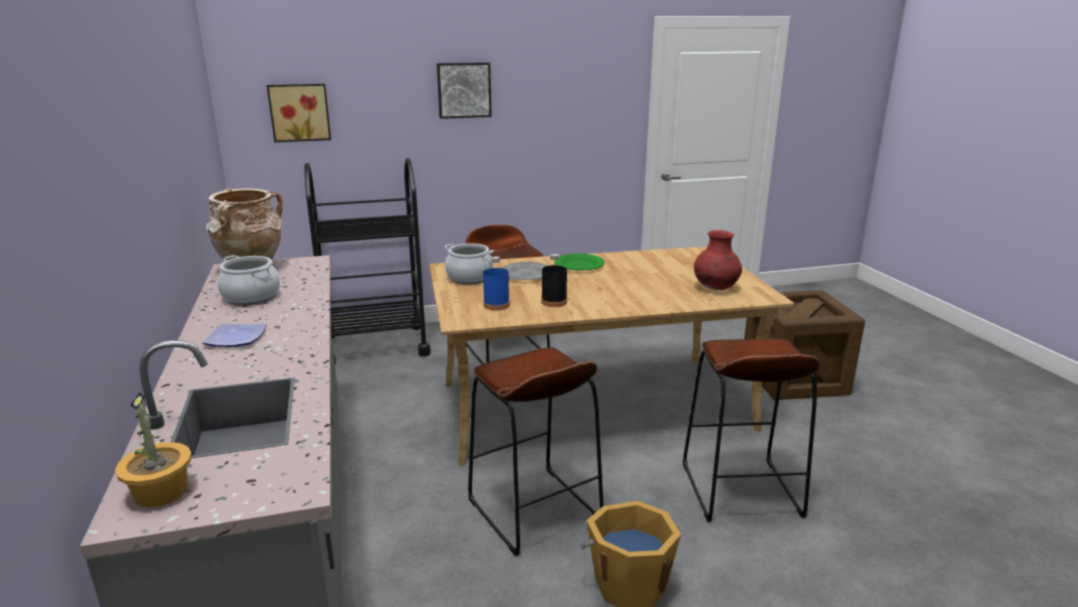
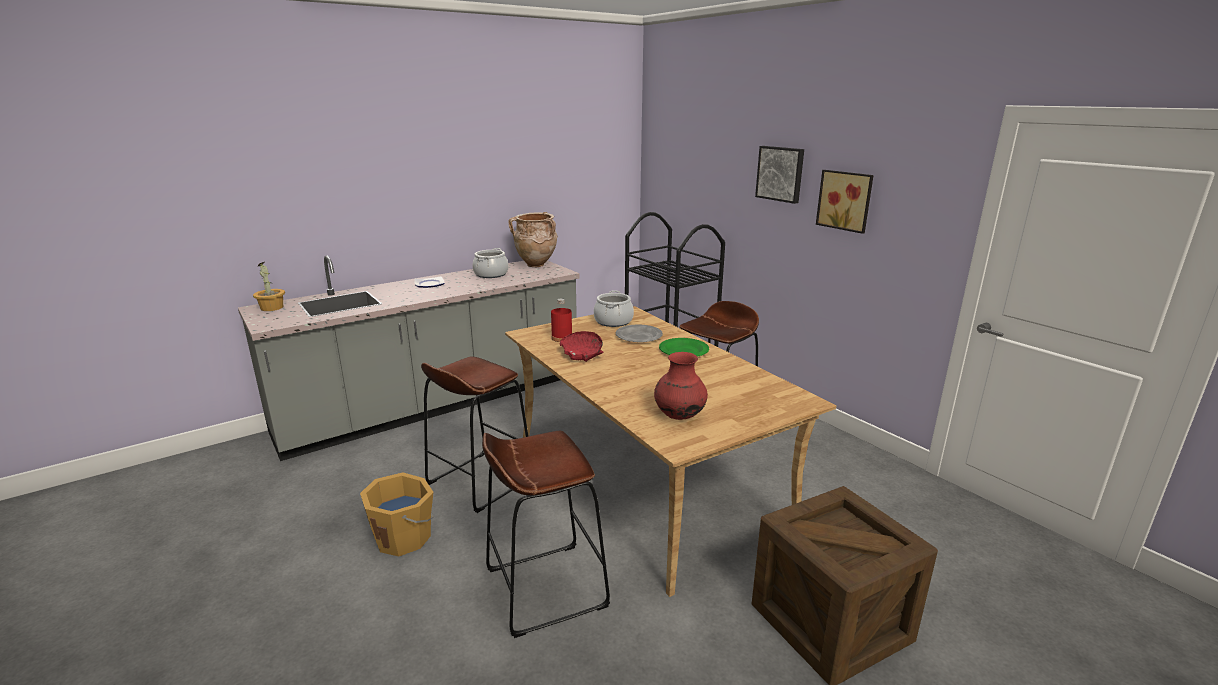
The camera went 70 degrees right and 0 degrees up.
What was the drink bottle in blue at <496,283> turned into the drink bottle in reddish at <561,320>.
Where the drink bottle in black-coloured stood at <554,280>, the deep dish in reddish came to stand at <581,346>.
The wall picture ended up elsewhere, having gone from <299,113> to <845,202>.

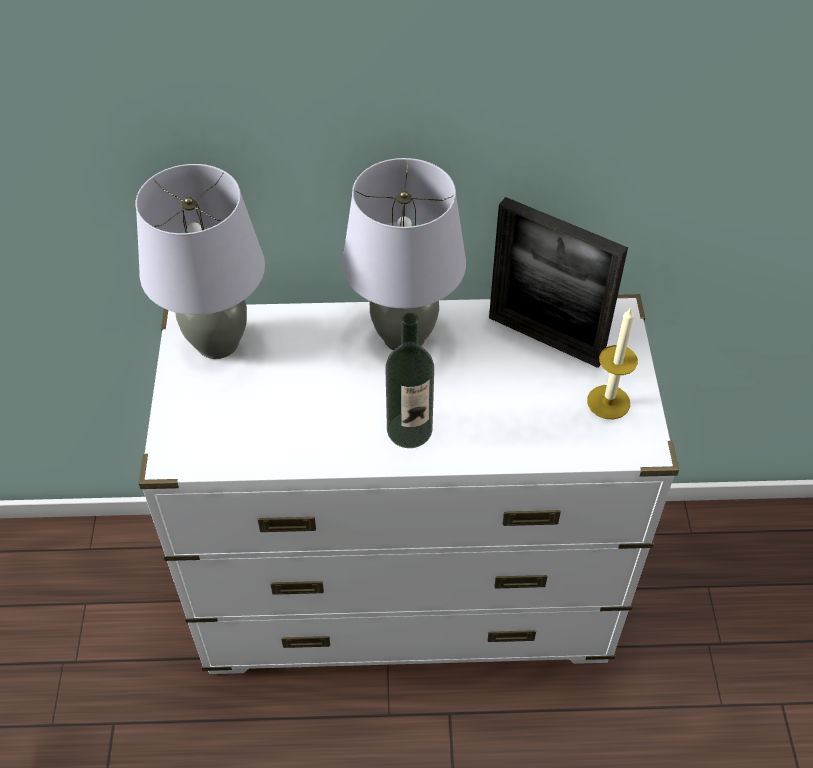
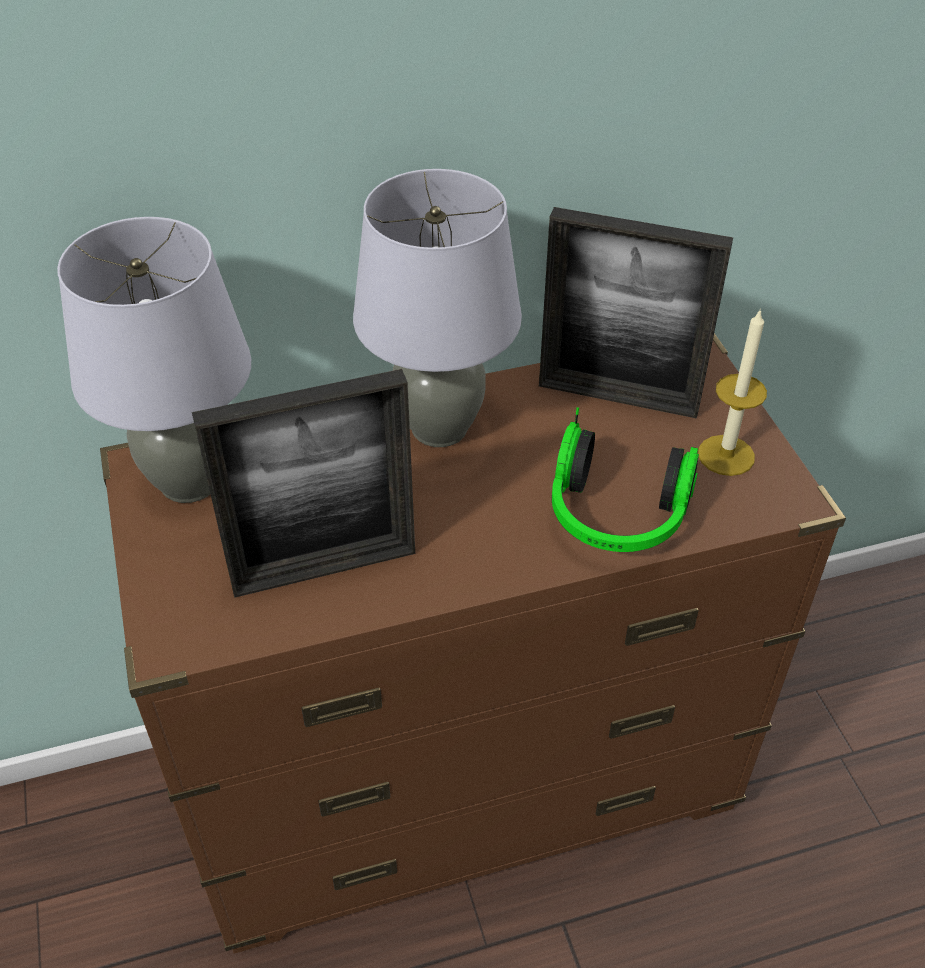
The camera went 15 degrees left and 5 degrees down.
What was the drawer chest in white-coloured at <409,484> turned into the drawer chest in brown at <473,643>.
The second view gained the standing frame at <303,483>.
The second view gained the pair of headphones at <625,479>.
The second view lost the drink bottle at <409,380>.

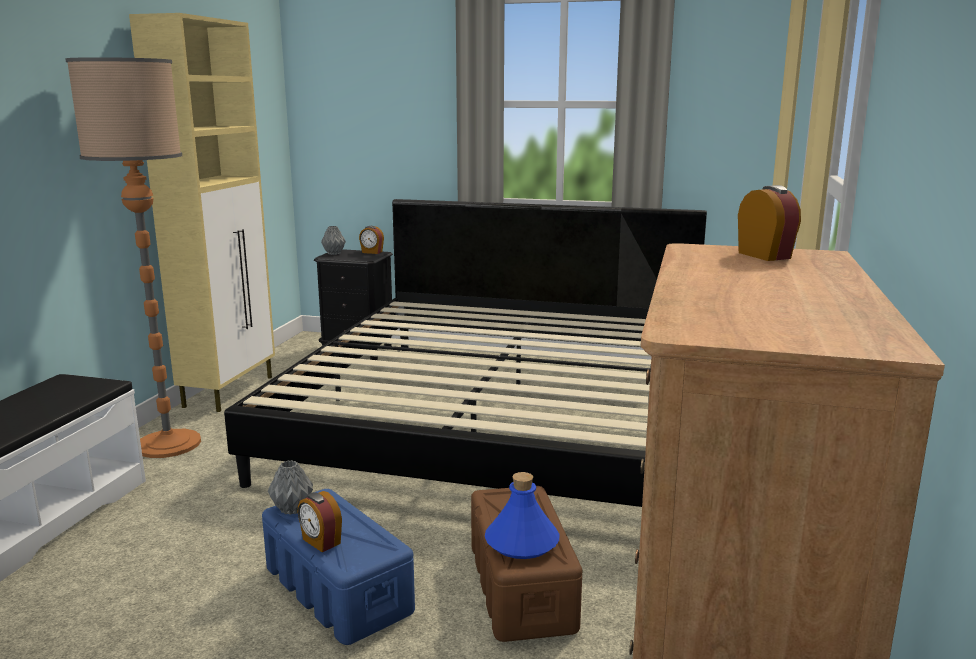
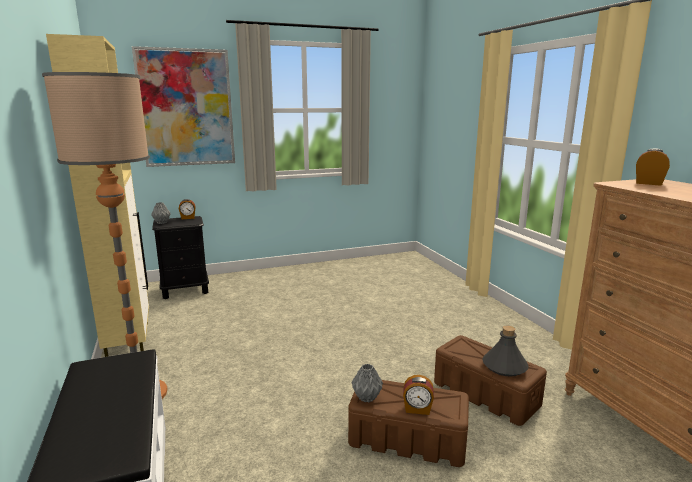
The camera went 35 degrees left and 0 degrees up.
The second view gained the wall picture at <183,106>.
What was the storage box in blue at <338,567> turned into the storage box in brown at <408,423>.
What was the drink bottle in blue at <522,515> turned into the drink bottle in greyish at <505,351>.
The second view lost the bedroom bed at <465,353>.

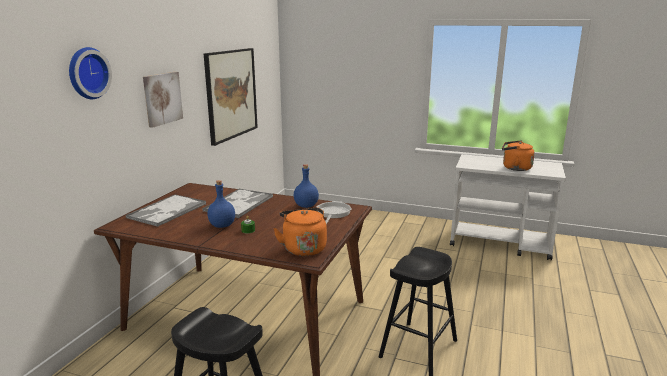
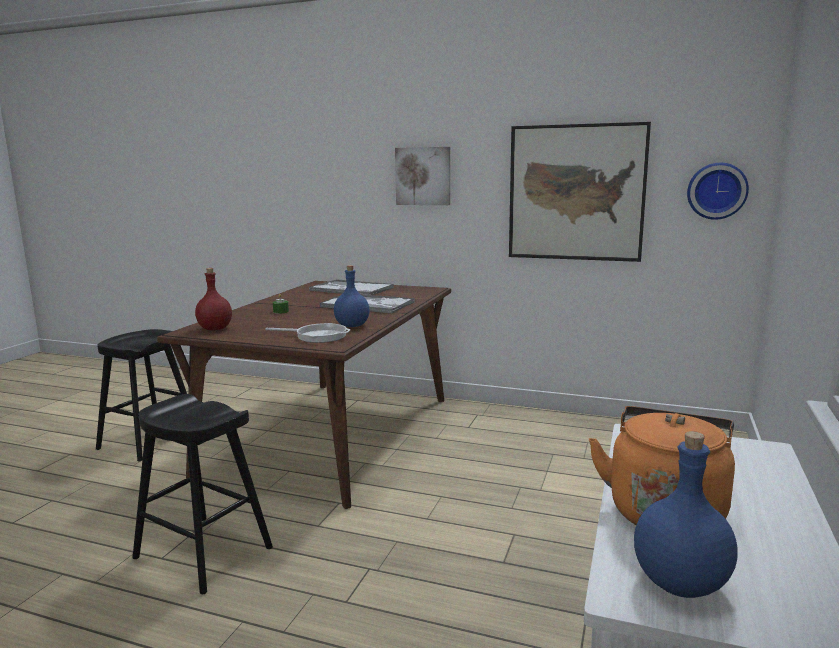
The camera went 90 degrees right and 5 degrees down.
Where the tea kettle in orangey stood at <300,232>, the drink bottle in reddish came to stand at <213,299>.
The drink bottle in blue ended up elsewhere, having gone from <221,204> to <686,514>.
The wall clock ended up elsewhere, having gone from <90,73> to <718,191>.

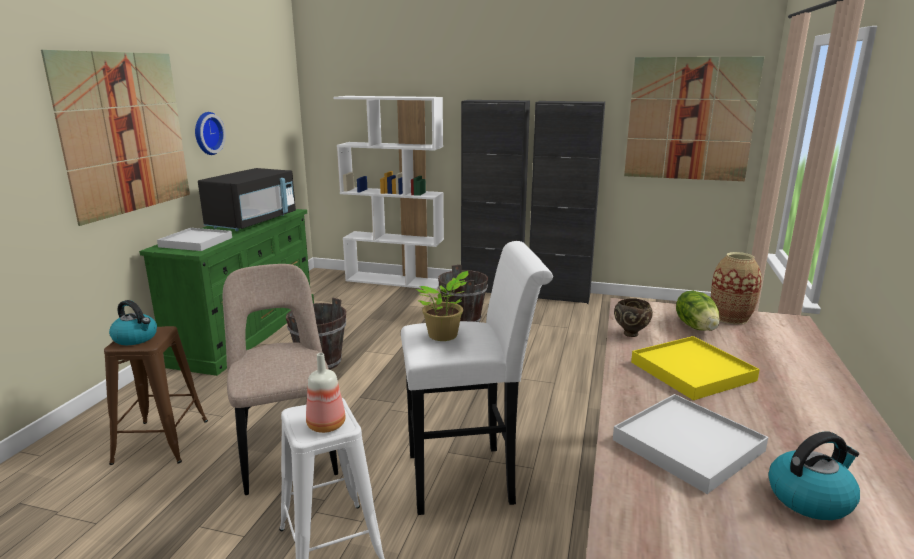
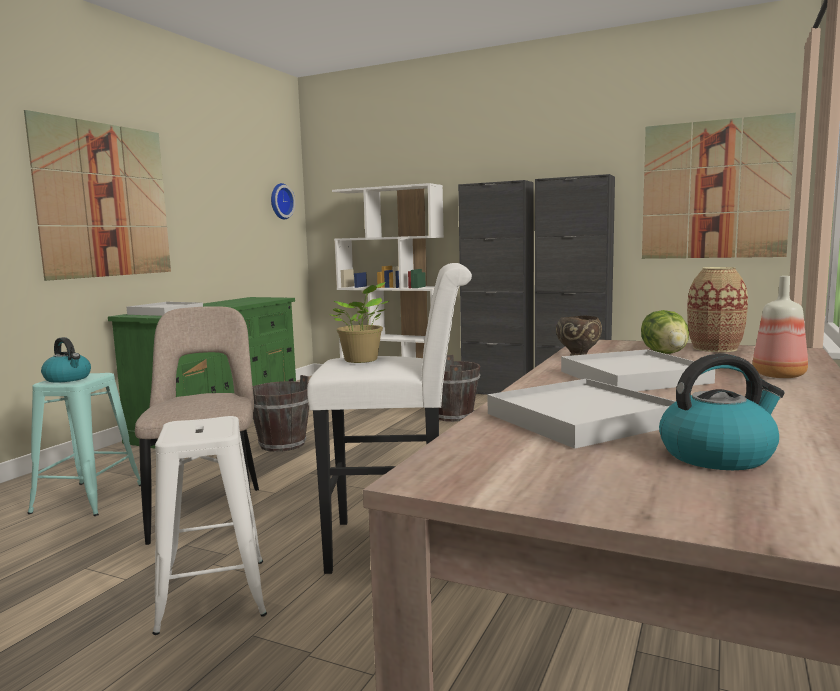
The camera went 10 degrees right and 10 degrees down.
What was the stool in brown at <156,395> turned into the stool in turquoise-coloured at <84,444>.
The wall clock ended up elsewhere, having gone from <210,133> to <283,201>.
What was the tray in yellow at <695,368> turned into the tray in white-coloured at <638,370>.
The drink bottle ended up elsewhere, having gone from <326,393> to <780,327>.
The second view lost the kitchen microwave in black-coloured at <247,199>.

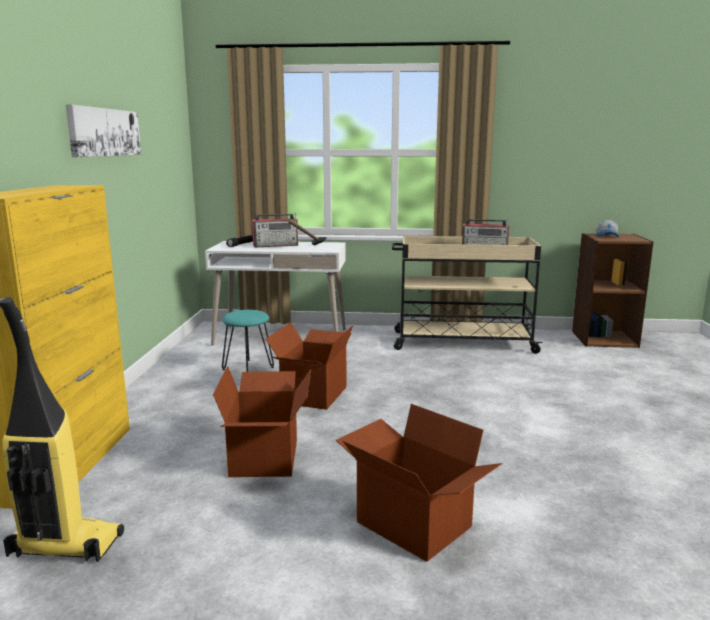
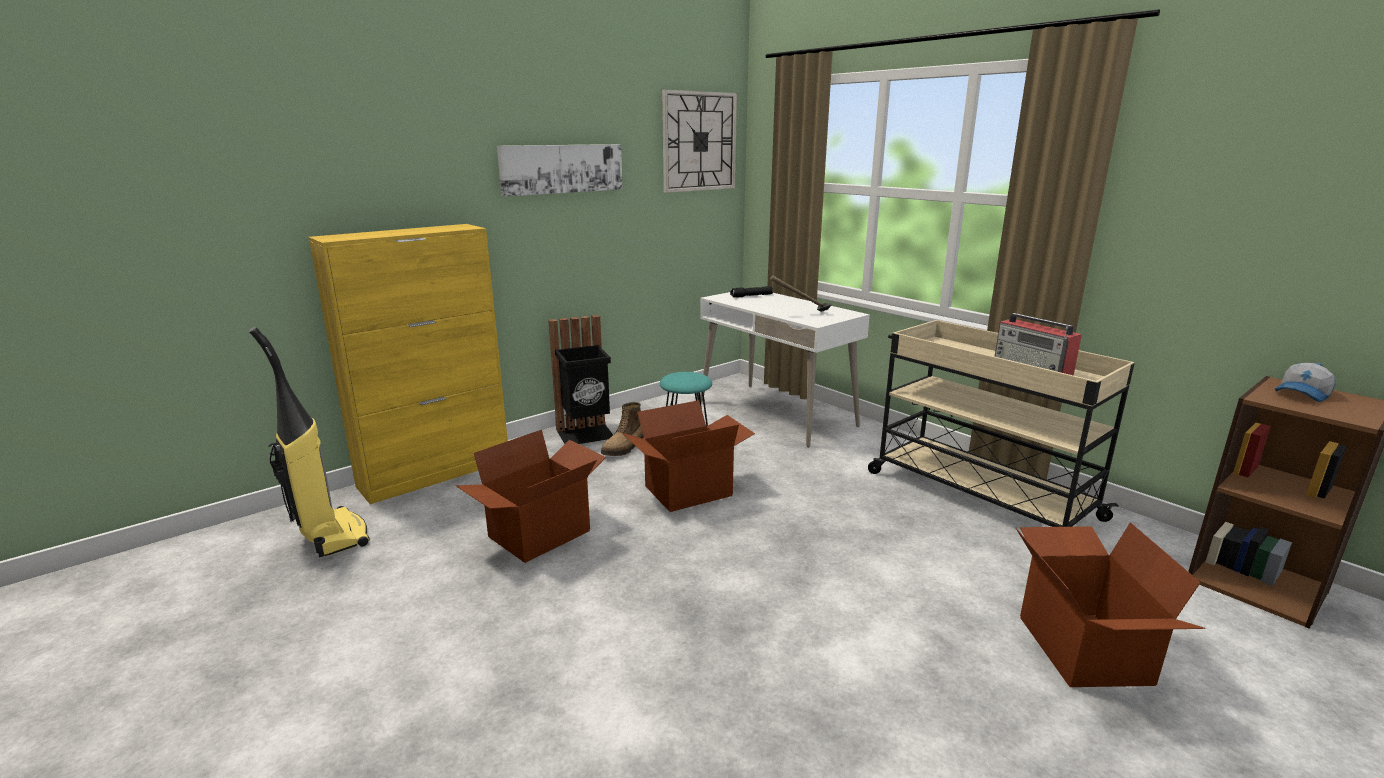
The camera went 45 degrees right and 5 degrees up.
The second view gained the rubbish bin in black-coloured at <580,379>.
The second view gained the tall boot at <622,429>.
The second view gained the wall clock at <699,141>.
The carton ended up elsewhere, having gone from <419,483> to <1111,604>.
The second view lost the radio receiver at <275,230>.

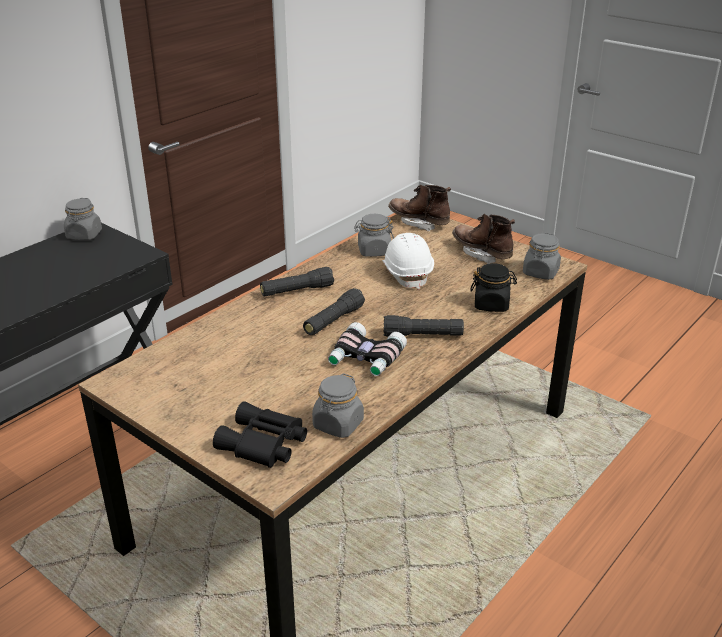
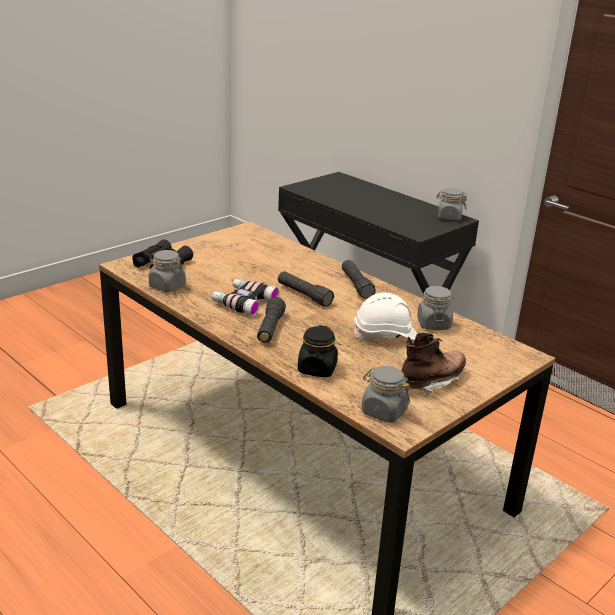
The camera went 95 degrees right and 5 degrees down.
The second view lost the tall boot in brown at <419,208>.

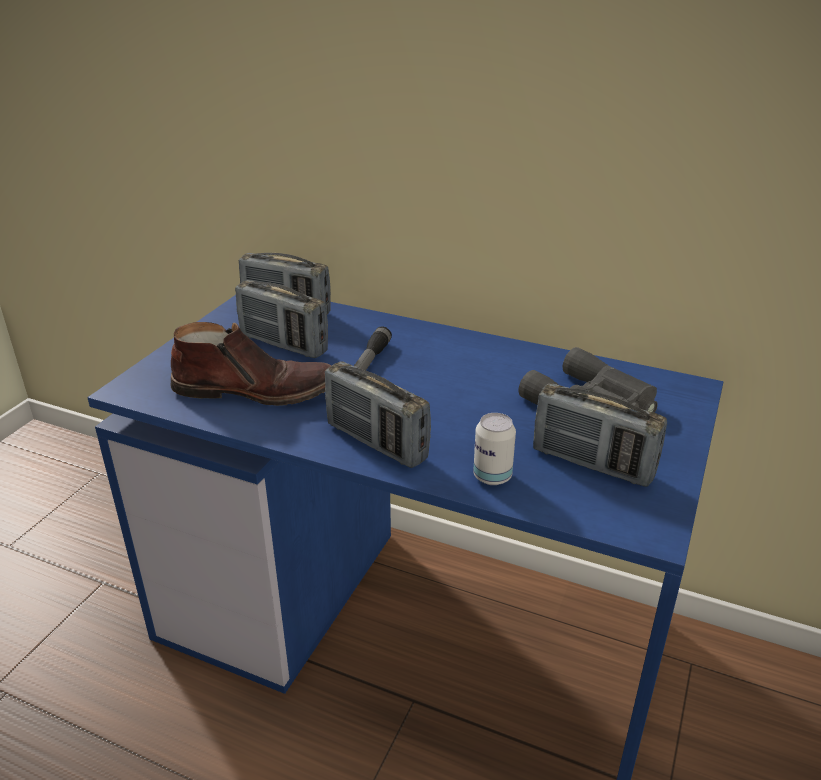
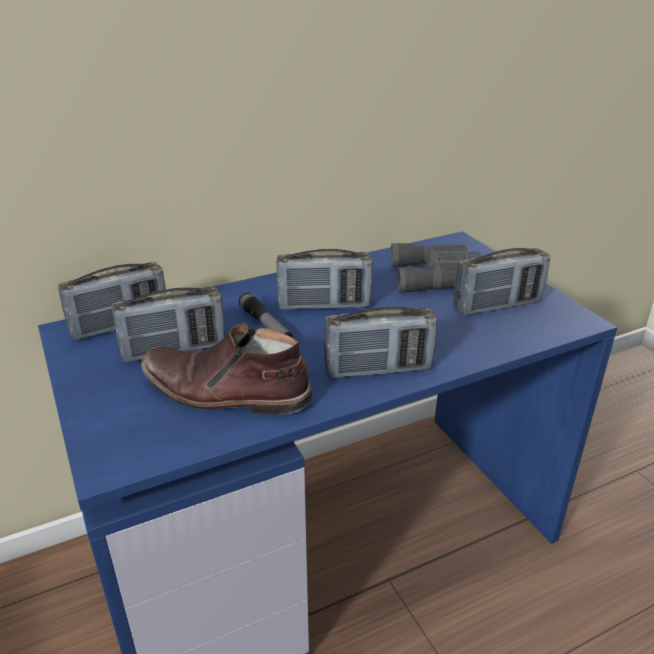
The camera went 50 degrees left and 0 degrees up.
The tall boot in brown at <251,364> ended up facing another way, 120 degrees counterclockwise from before.
The second view gained the radio receiver at <325,279>.
The second view lost the can at <494,449>.

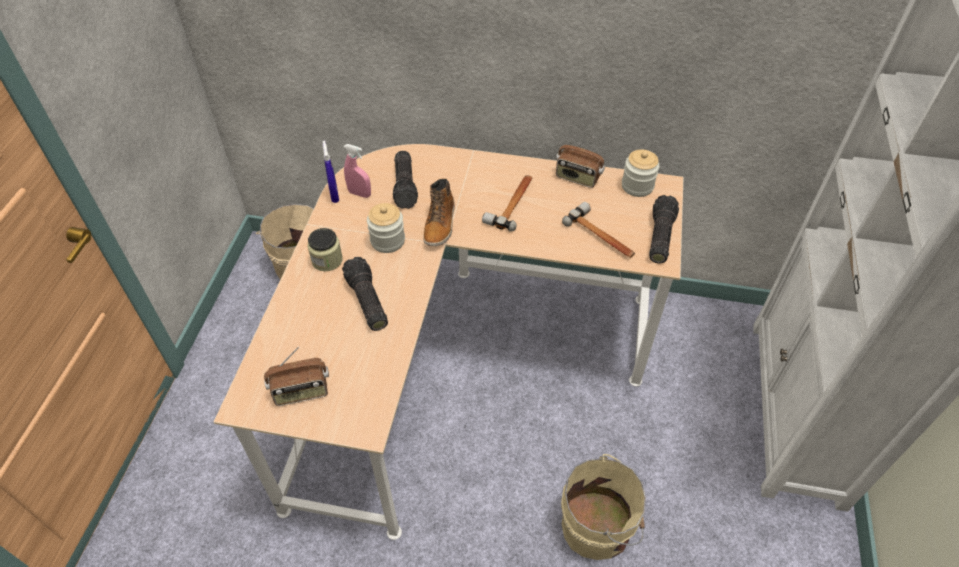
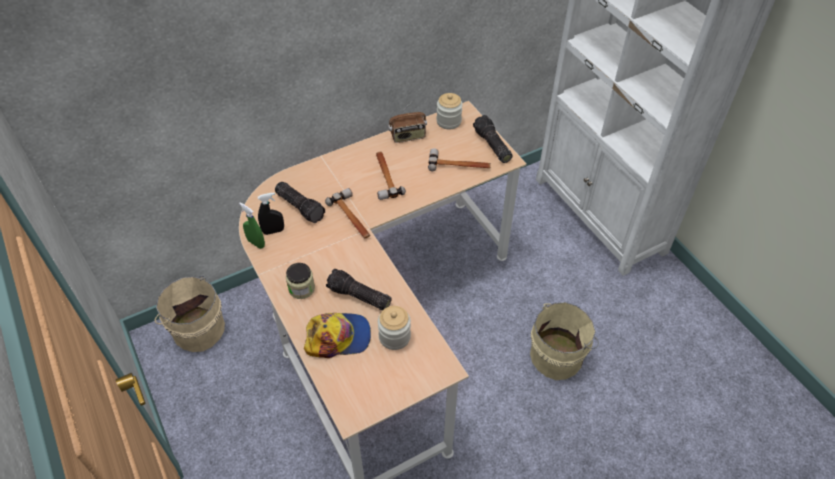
The camera went 40 degrees left and 0 degrees up.
What was the hand sprayer in blue at <331,172> turned into the hand sprayer in green at <252,225>.
What was the hand sprayer in pink at <357,171> turned into the hand sprayer in black-coloured at <271,214>.
The second view gained the baseball cap at <337,335>.
Where the tall boot stood at <439,212>, the hammer came to stand at <347,213>.
The jar ended up elsewhere, having gone from <386,228> to <394,328>.
The second view lost the radio receiver at <296,376>.

